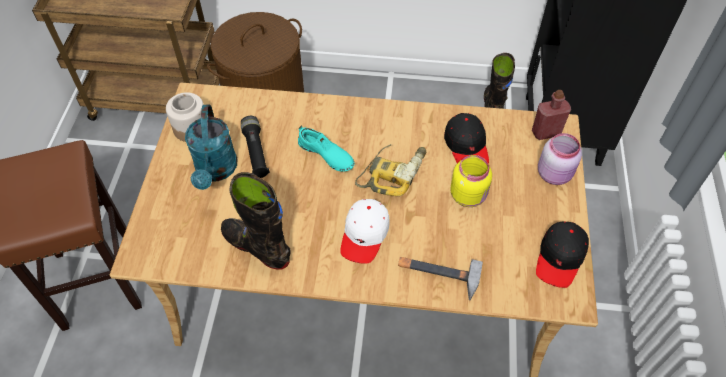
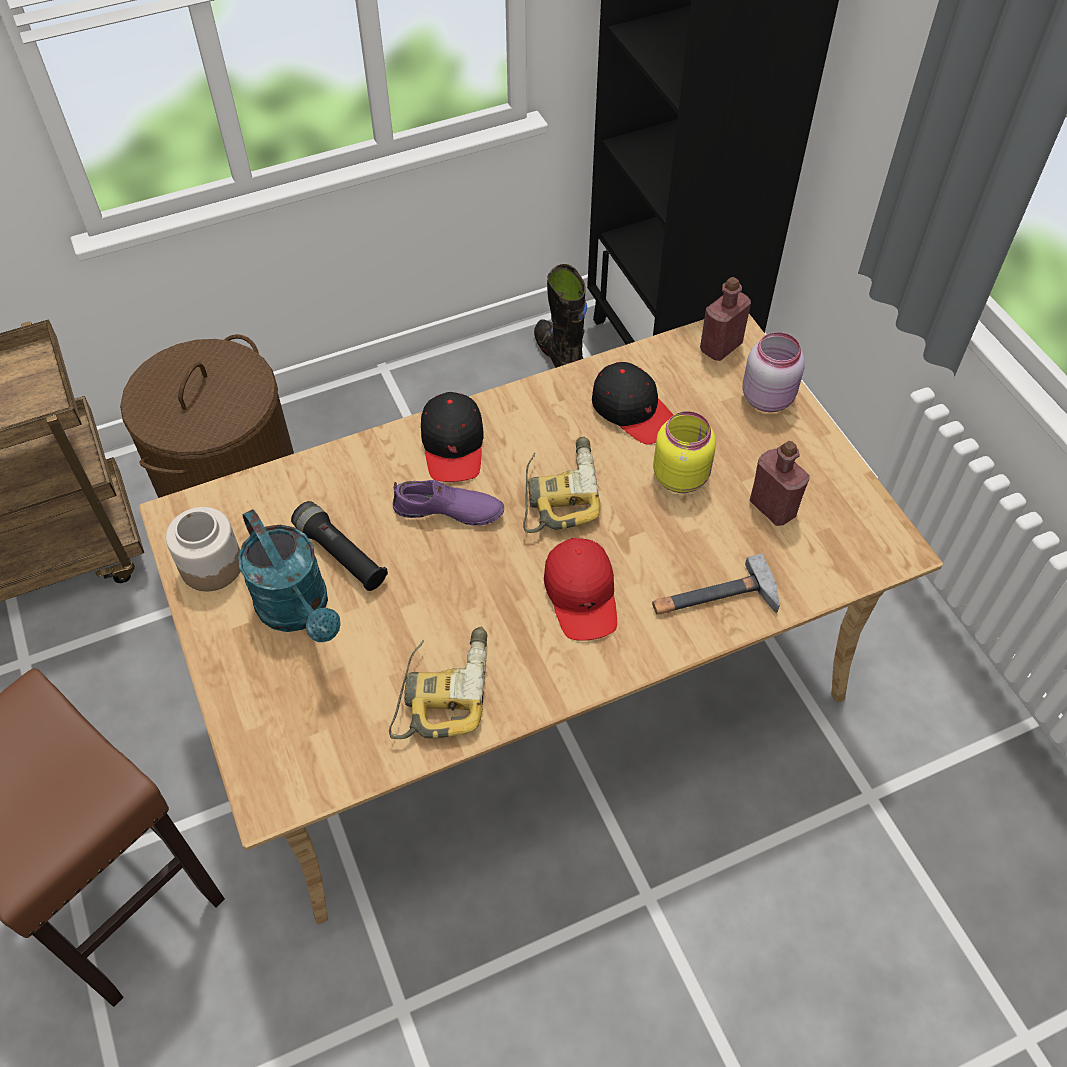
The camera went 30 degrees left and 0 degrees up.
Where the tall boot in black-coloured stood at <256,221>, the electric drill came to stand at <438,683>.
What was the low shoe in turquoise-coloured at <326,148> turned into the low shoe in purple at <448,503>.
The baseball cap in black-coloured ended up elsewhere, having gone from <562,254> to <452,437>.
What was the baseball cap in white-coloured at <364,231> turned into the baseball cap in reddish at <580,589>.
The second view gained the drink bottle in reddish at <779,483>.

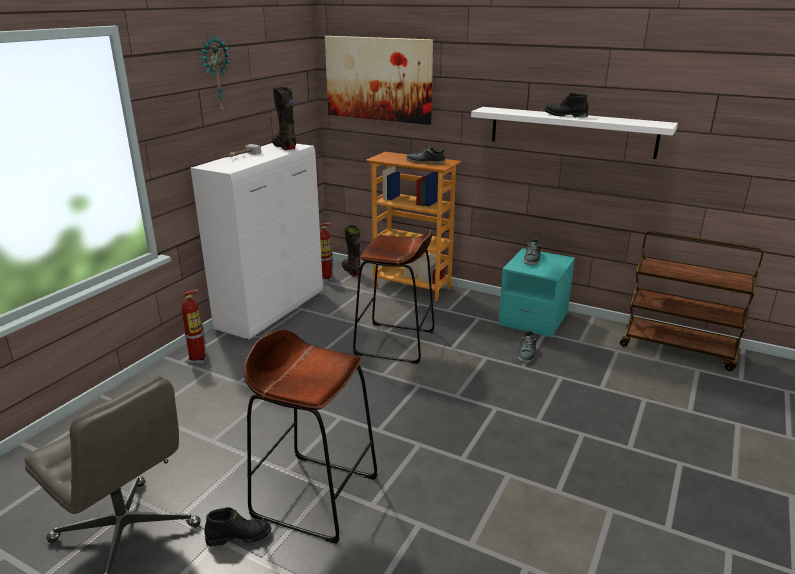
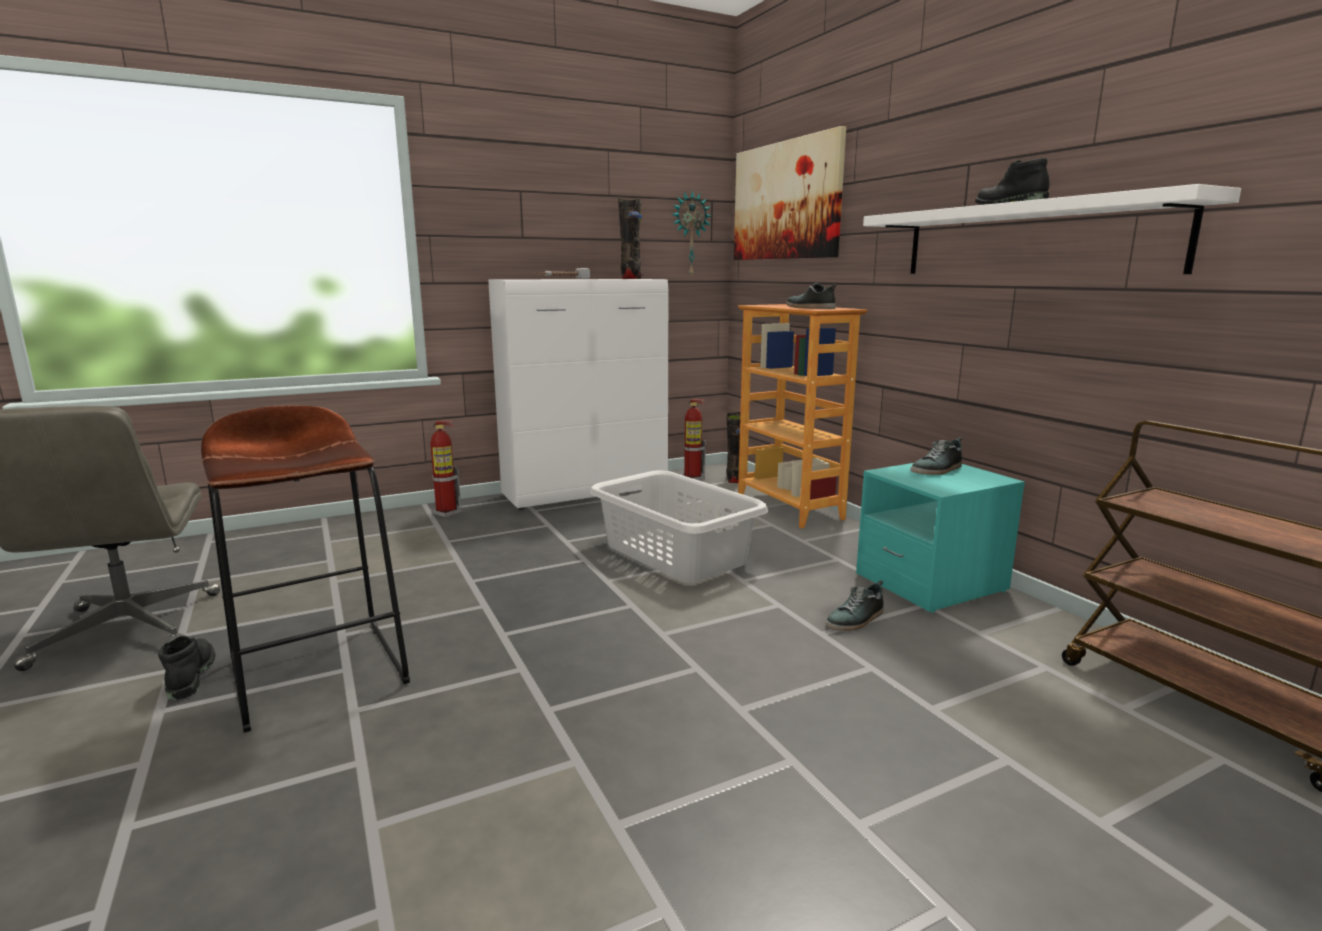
The camera went 35 degrees right and 10 degrees down.
The tall boot in black-coloured at <237,527> ended up facing another way, 135 degrees counterclockwise from before.
Where the stool in brown stood at <394,296>, the washing basket in greyish came to stand at <679,526>.
The wall clock ended up elsewhere, having gone from <215,74> to <691,234>.

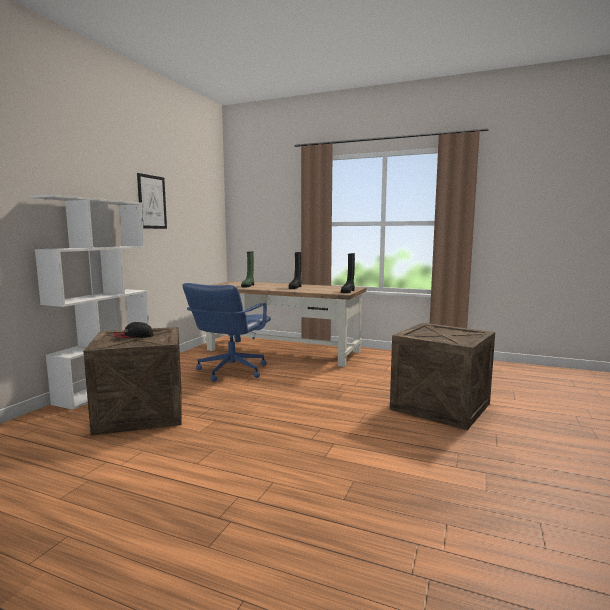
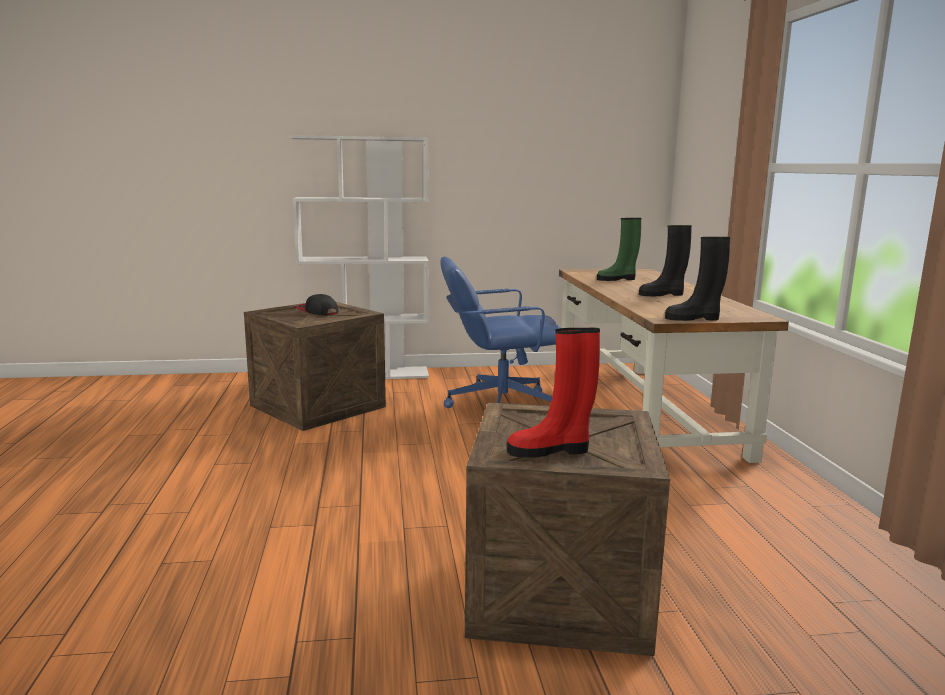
The camera went 60 degrees right and 5 degrees up.
The second view gained the tall boot in reddish at <553,393>.
The second view lost the wall picture at <152,201>.

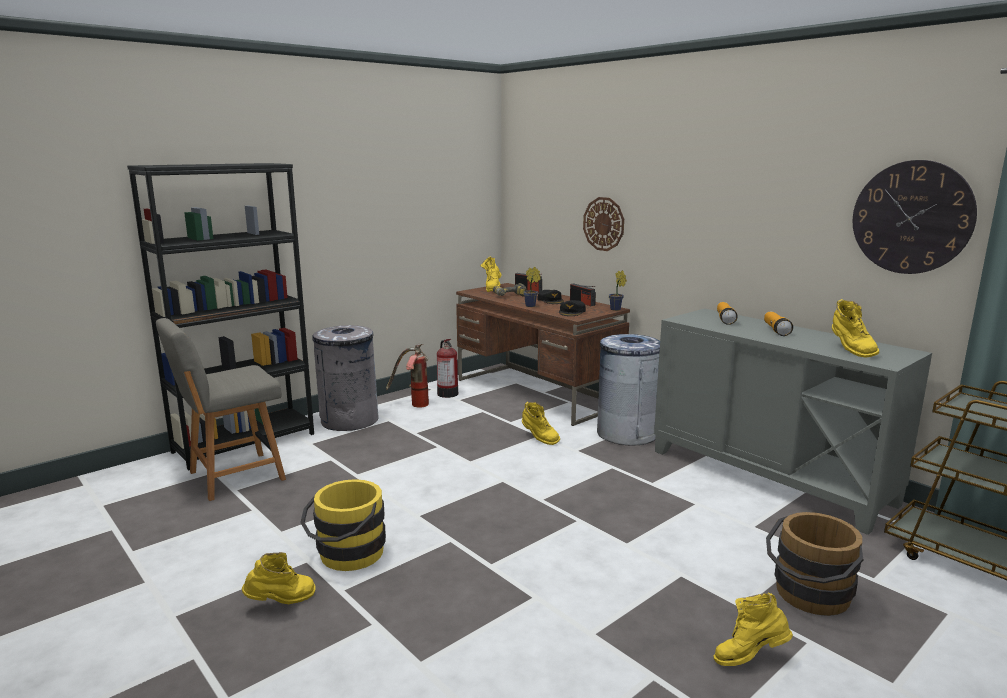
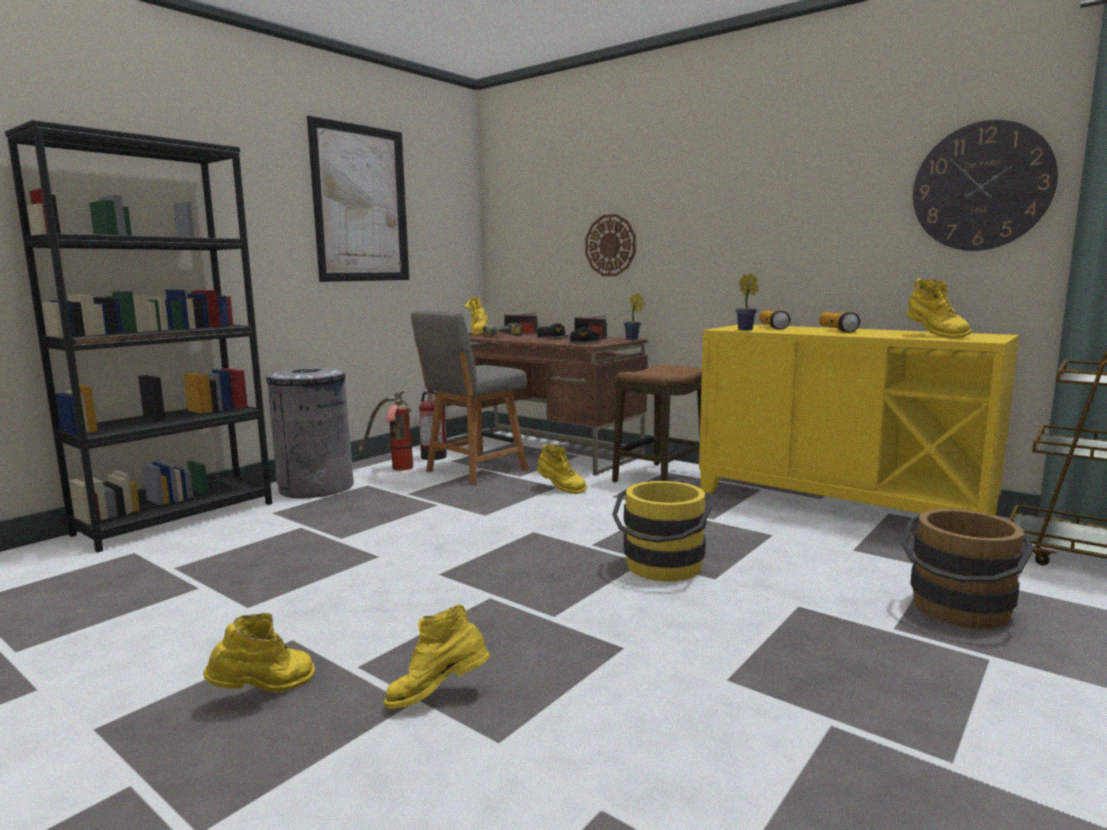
The camera went 10 degrees left and 5 degrees down.
The second view gained the wall picture at <358,199>.
The tall boot in yellow ended up elsewhere, having gone from <753,629> to <437,656>.
The chair in greyish ended up elsewhere, having gone from <221,409> to <469,397>.
Where the rubbish bin in greyish stood at <628,389>, the stool came to stand at <657,424>.
The water bucket in yellow ended up elsewhere, having gone from <343,525> to <662,531>.
What was the storage cabinet in greyish at <793,421> turned into the storage cabinet in yellow at <859,420>.
The houseplant ended up elsewhere, having gone from <532,287> to <747,301>.

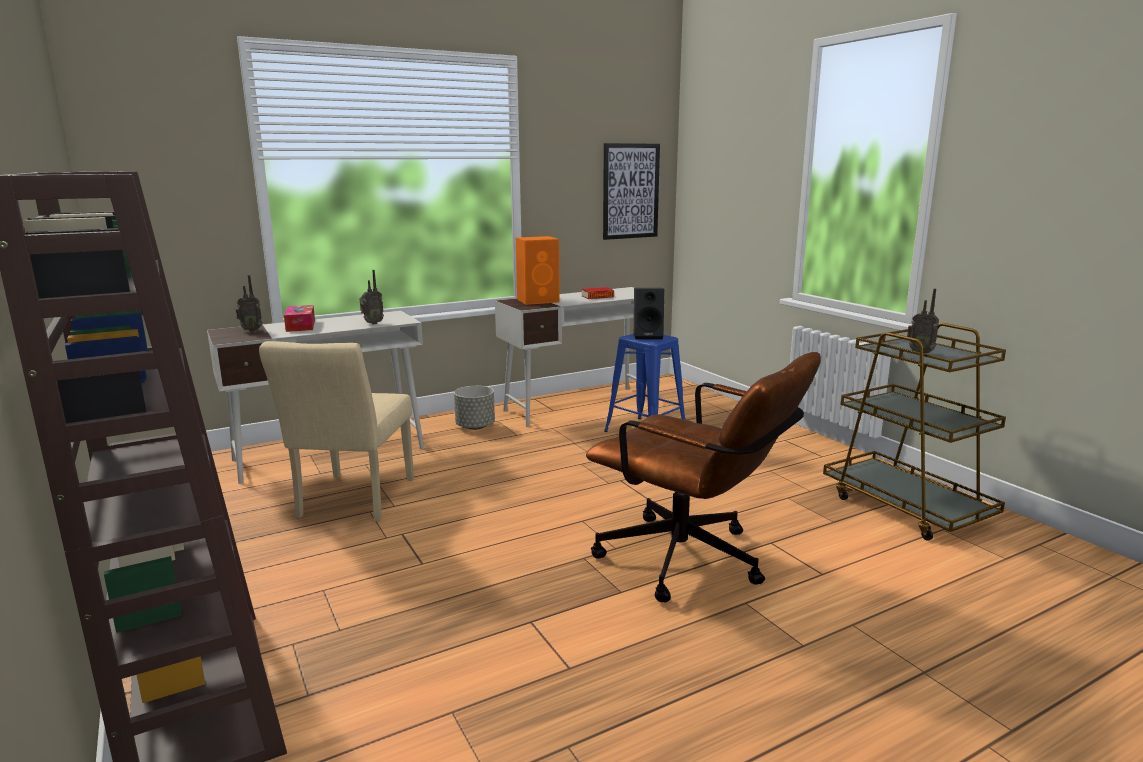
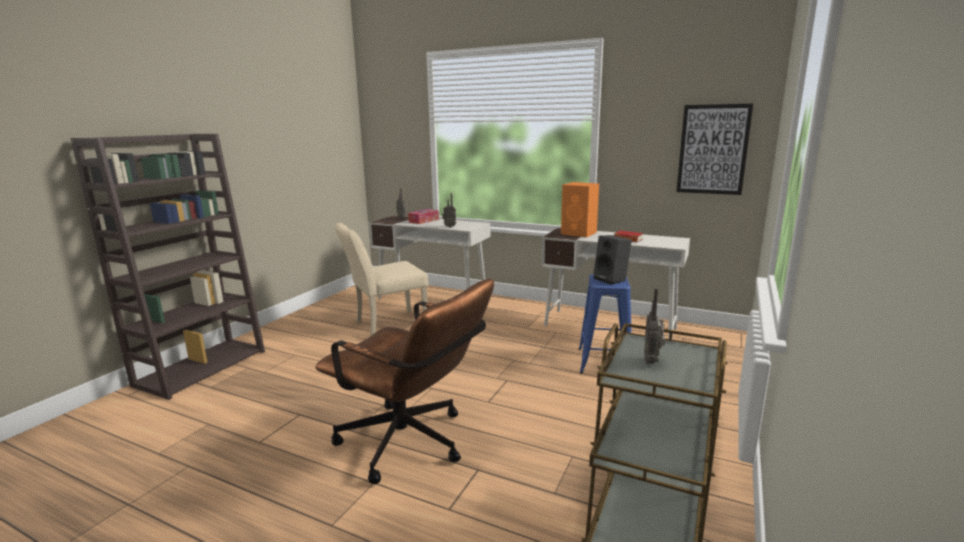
The camera went 55 degrees right and 0 degrees up.
The computer chair in brown at <703,477> ended up facing another way, 60 degrees counterclockwise from before.
The second view lost the planter in greyish at <474,408>.

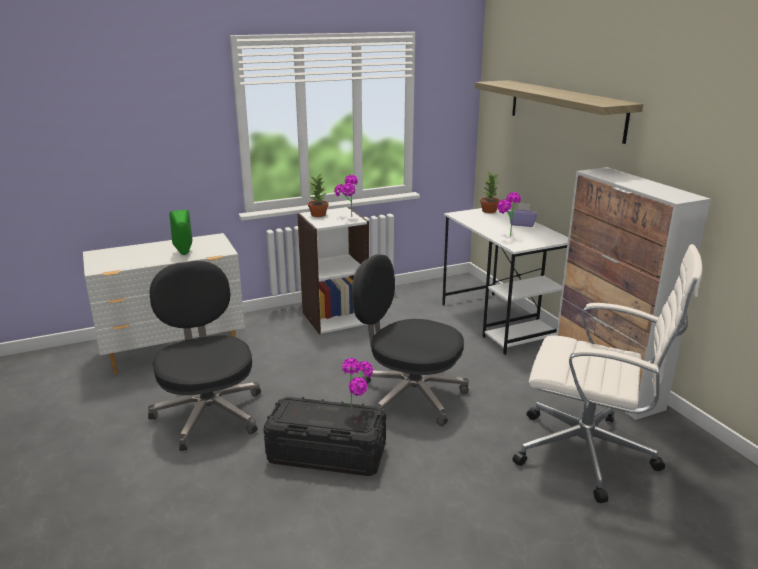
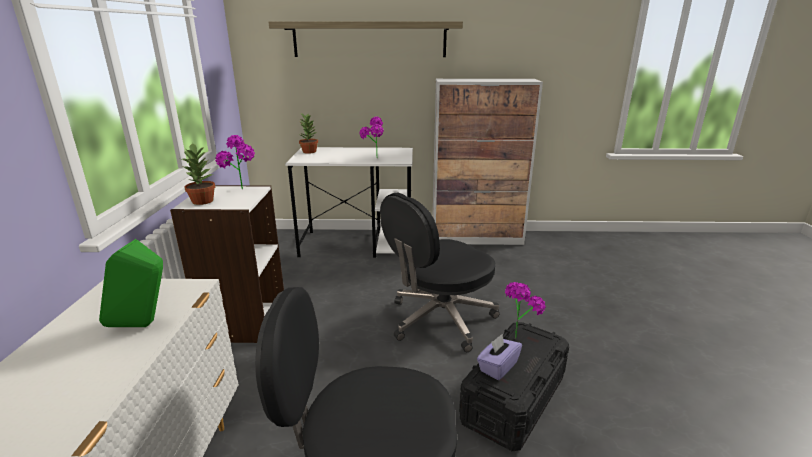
The camera went 65 degrees left and 0 degrees up.
The box of tissues in purple ended up elsewhere, having gone from <523,215> to <499,357>.
The second view lost the computer chair in white-coloured at <607,373>.

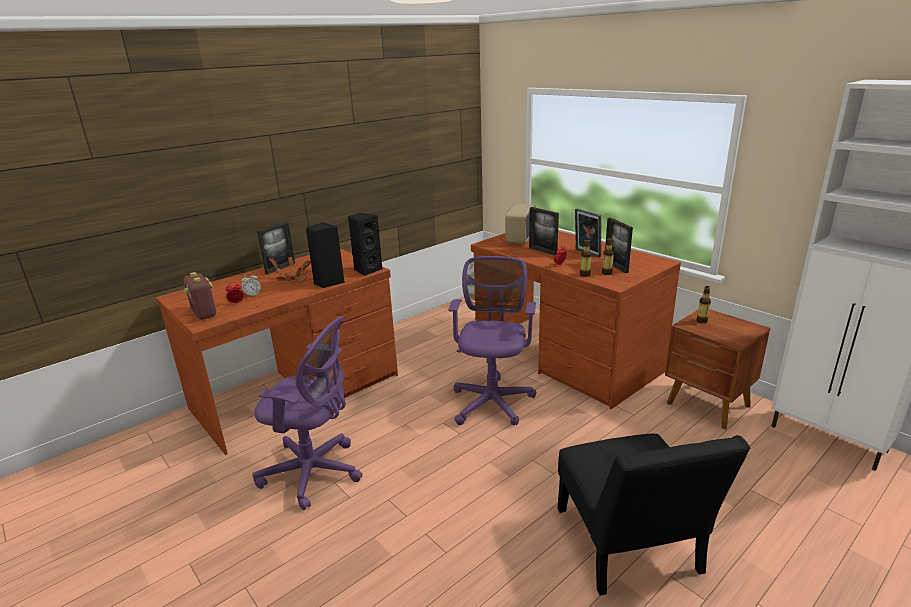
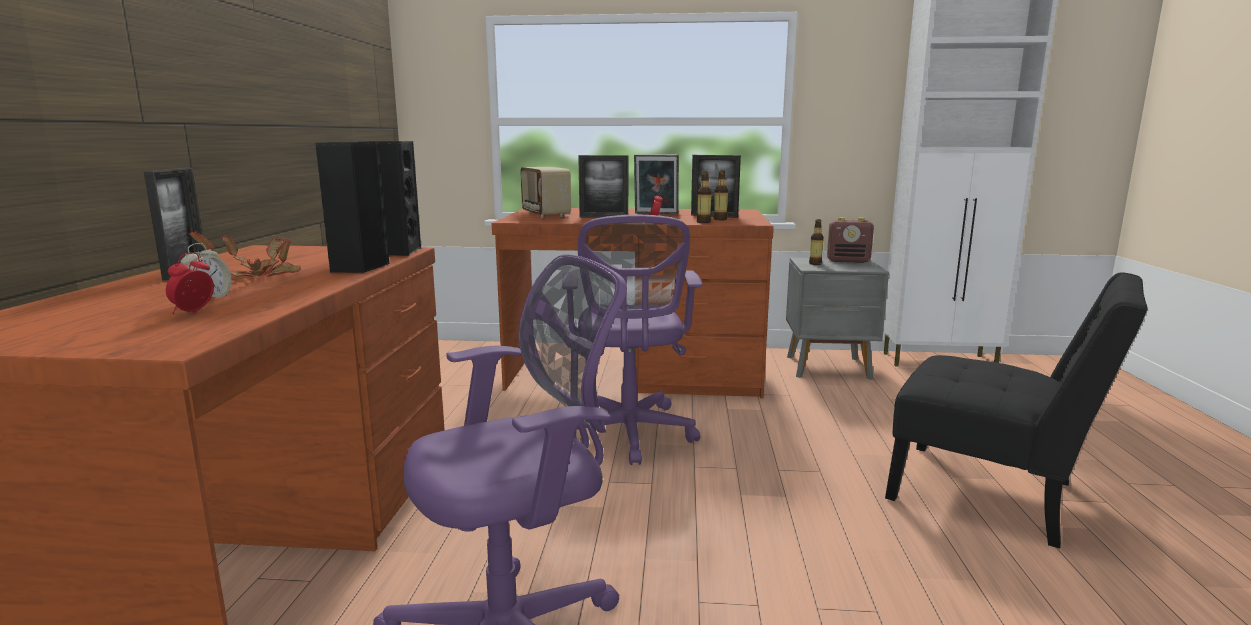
The camera went 45 degrees left and 10 degrees down.
The computer chair in purple at <492,340> ended up facing another way, 150 degrees counterclockwise from before.
What was the nightstand in brown at <717,369> turned into the nightstand in greyish at <837,319>.
The radio receiver ended up elsewhere, having gone from <200,296> to <850,240>.

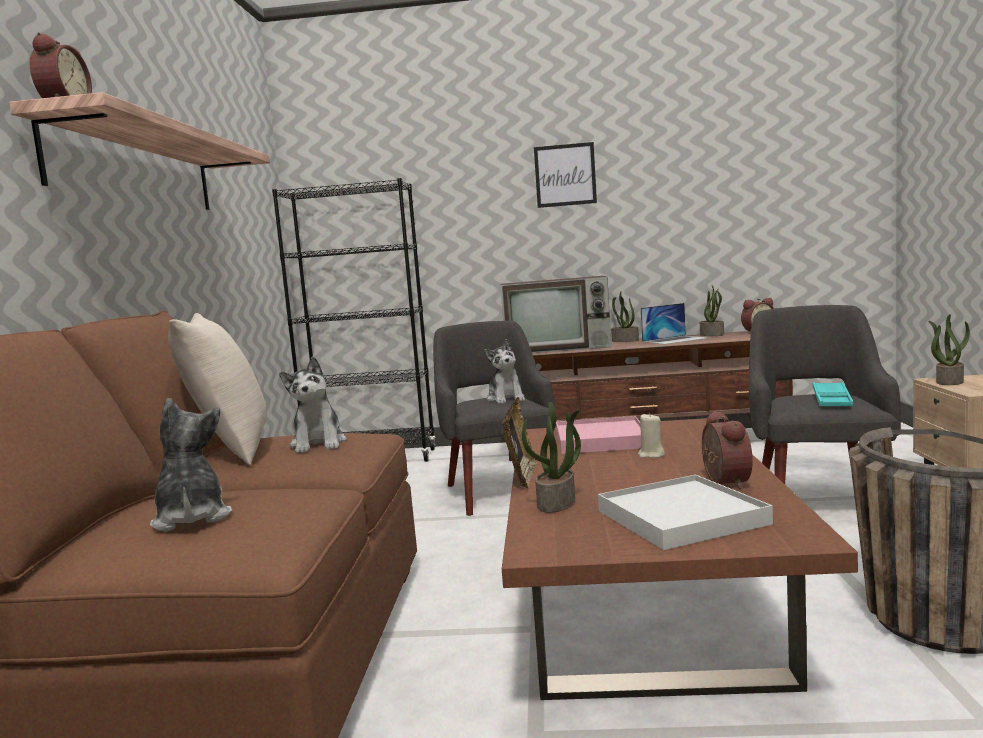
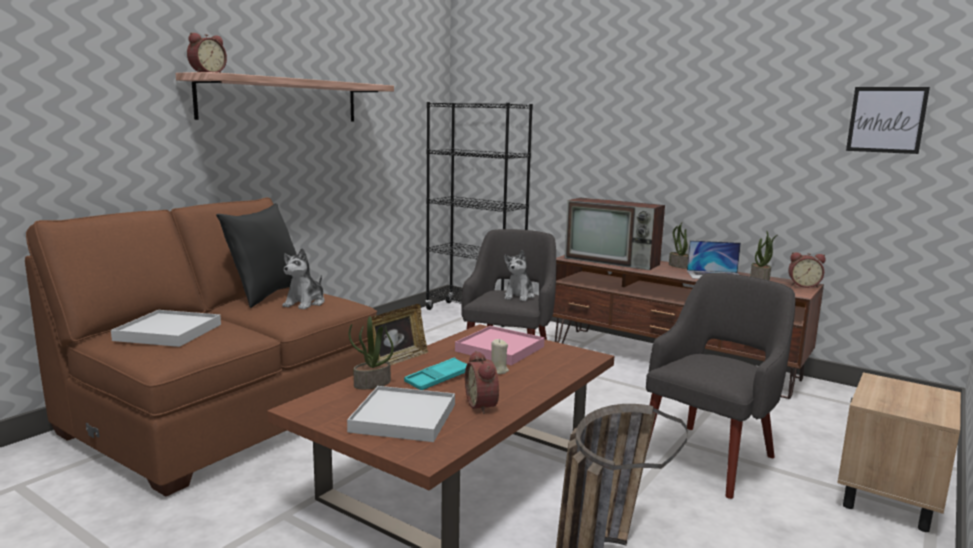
The camera went 30 degrees right and 5 degrees up.
Where the plush toy stood at <191,464>, the tray in white-coloured came to stand at <166,328>.
What was the throw pillow in sand-coloured at <217,389> turned into the throw pillow in black-coloured at <256,255>.
The tray in turquoise-coloured ended up elsewhere, having gone from <832,394> to <435,373>.
The table clock at <727,450> ended up facing another way, 135 degrees clockwise from before.
The wall picture ended up elsewhere, having gone from <565,175> to <888,120>.
The second view lost the houseplant at <949,349>.

